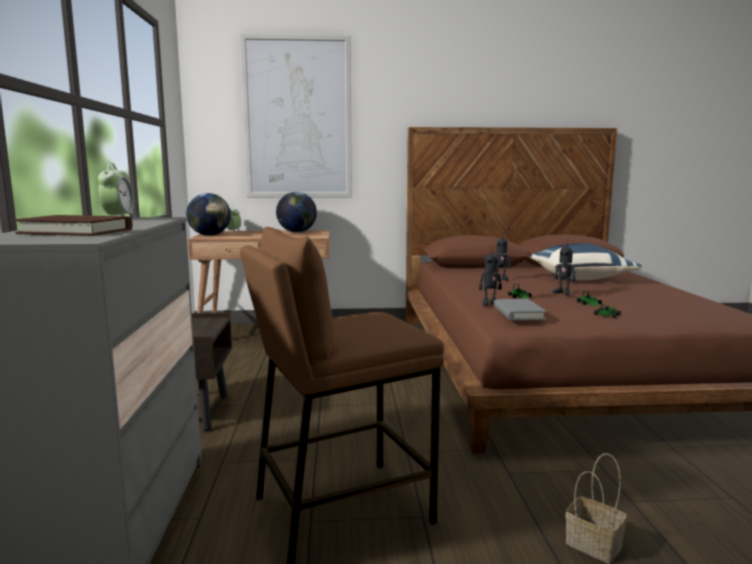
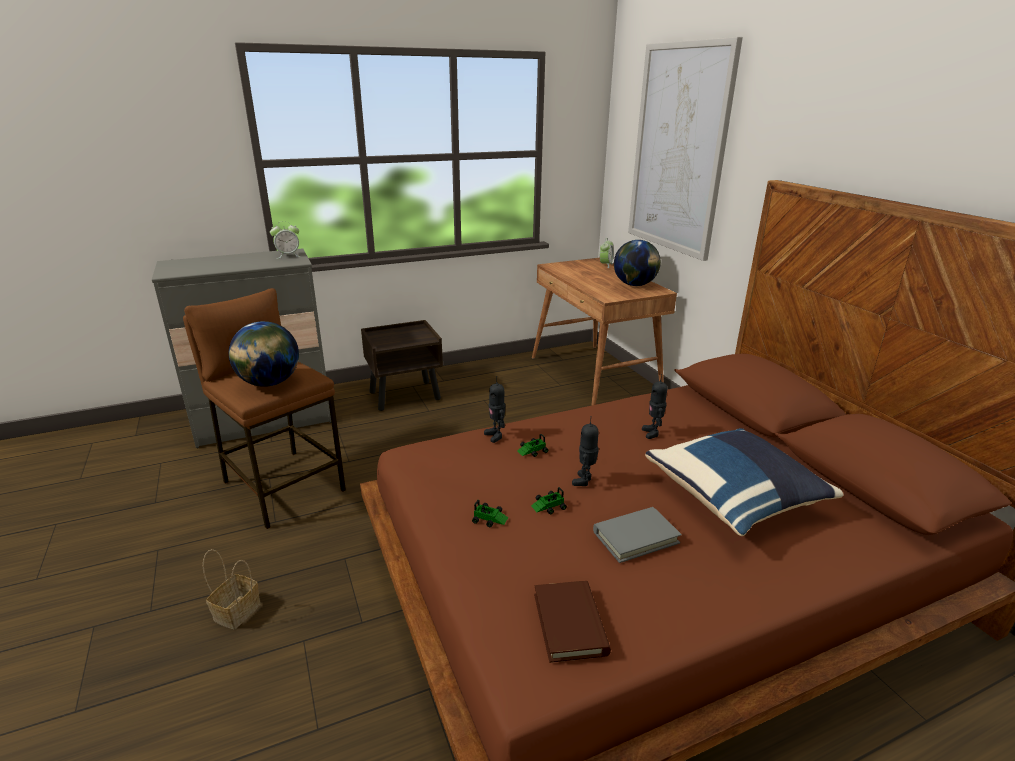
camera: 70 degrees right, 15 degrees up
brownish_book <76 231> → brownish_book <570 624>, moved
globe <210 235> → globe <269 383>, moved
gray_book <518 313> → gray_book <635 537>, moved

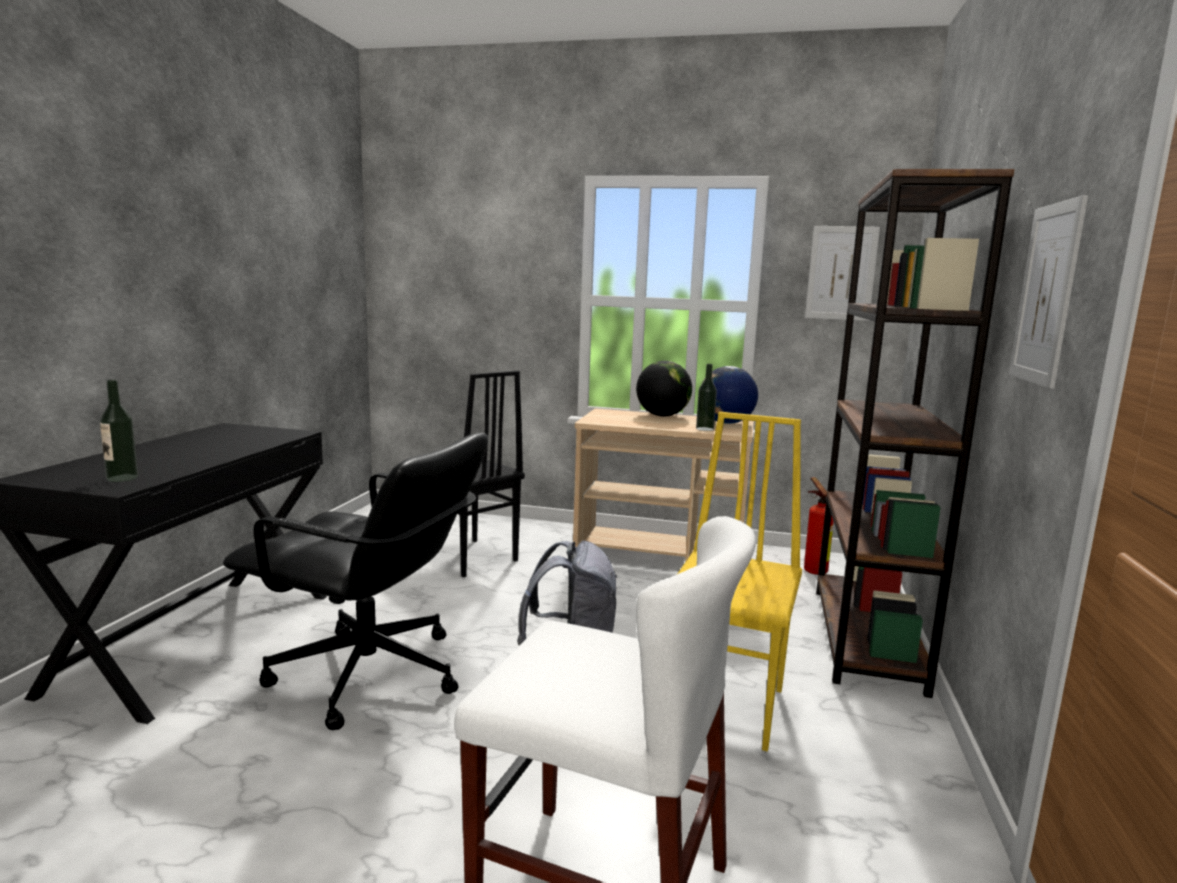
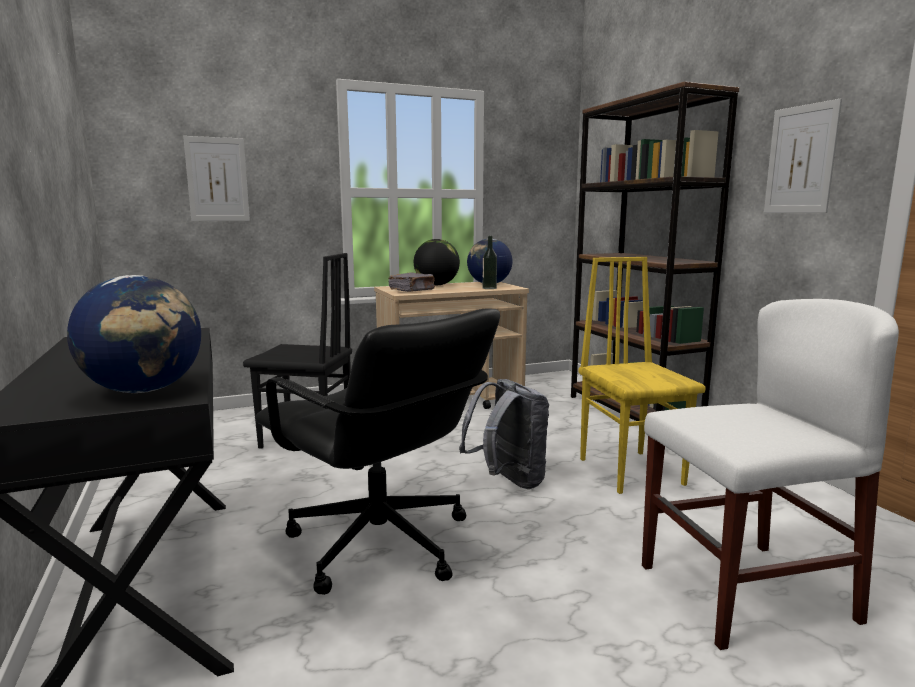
camera: 35 degrees left, 0 degrees up
beverage_bottle <122 478> → globe <144 390>
black_computer_chair <369 676> → black_computer_chair <380 545>, 60 degrees clockwise
fire_extinguisher <813 570> → -
picture <841 273> → picture <217 179>, moved
- → gray_book <412 290>

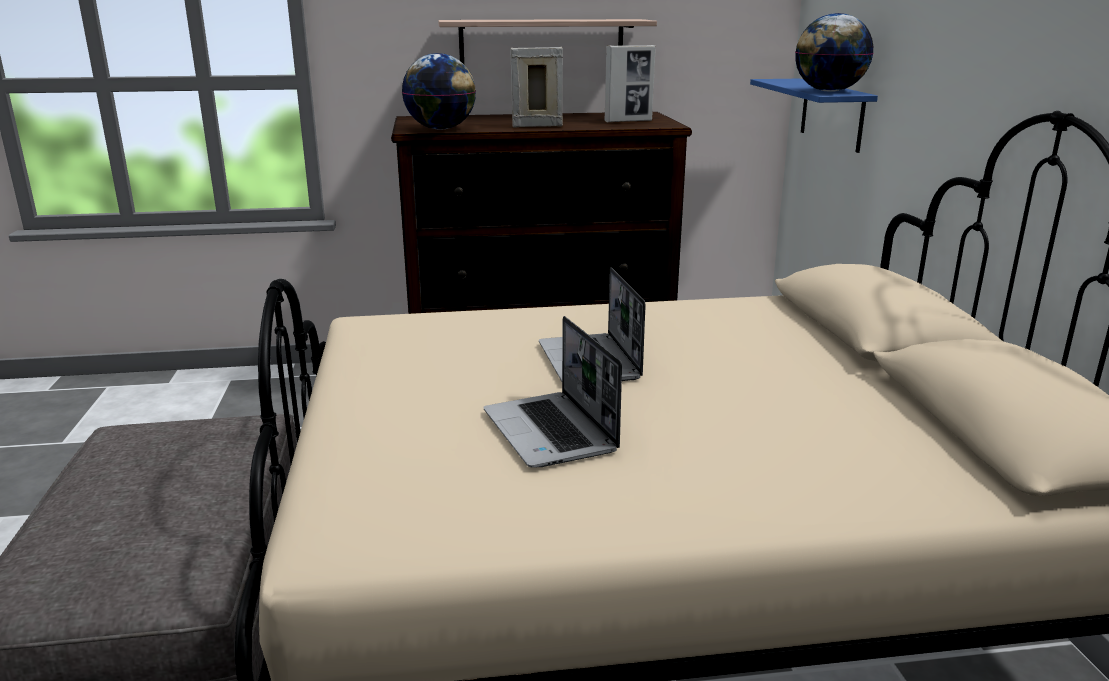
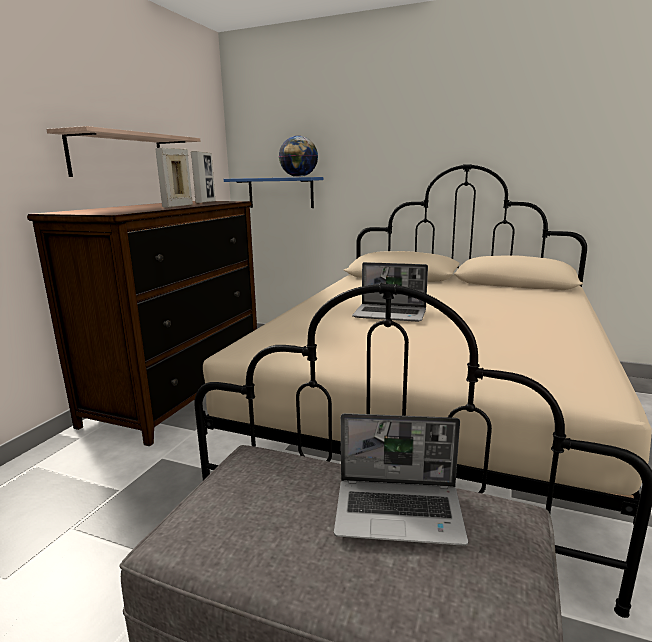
camera: 60 degrees left, 5 degrees down
globe <441 129> → -
portable_computer <551 432> → portable_computer <400 512>, moved

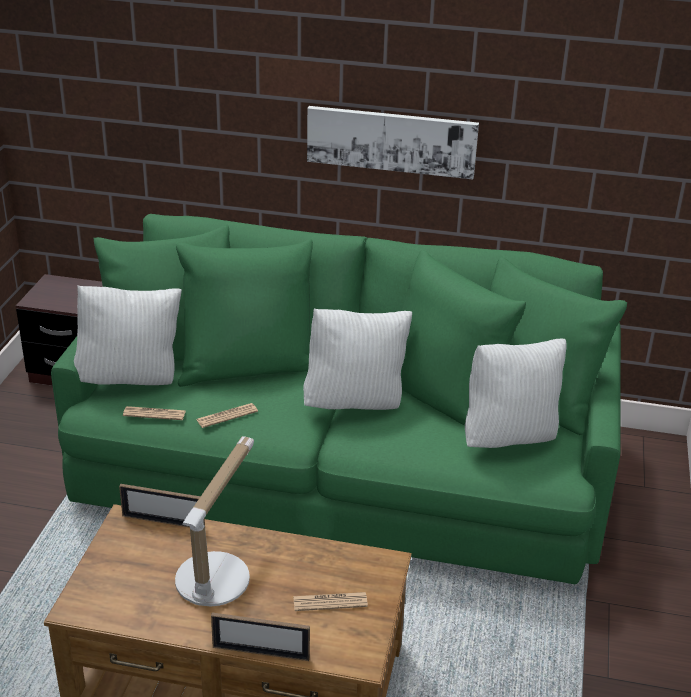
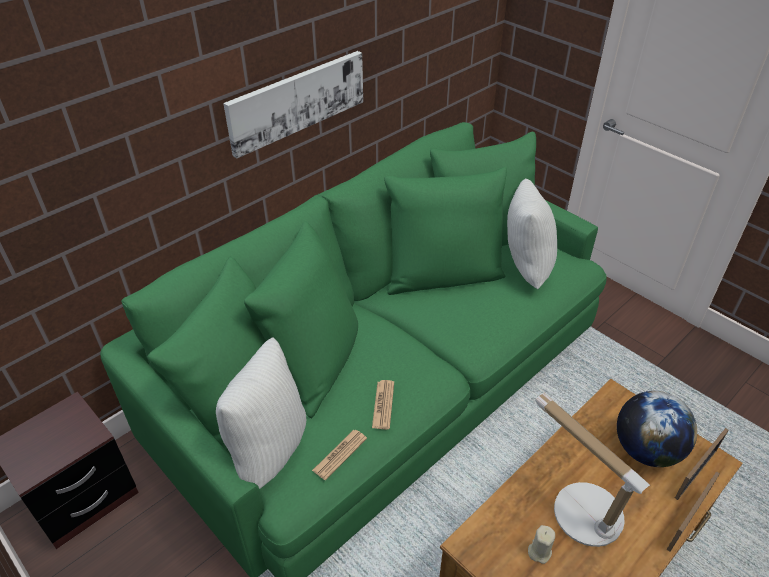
camera: 55 degrees left, 10 degrees up
picture_frame <163 522> → picture_frame <695 473>, moved
printed_paper <330 602> → globe <646 450>
white-coloured_cushion <355 402> → -
- → beige-coloured_wax_candle <539 551>

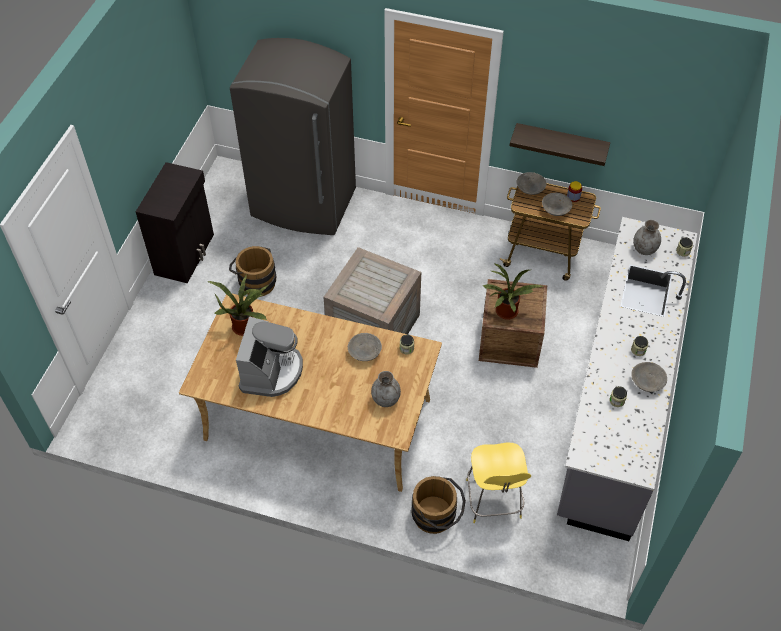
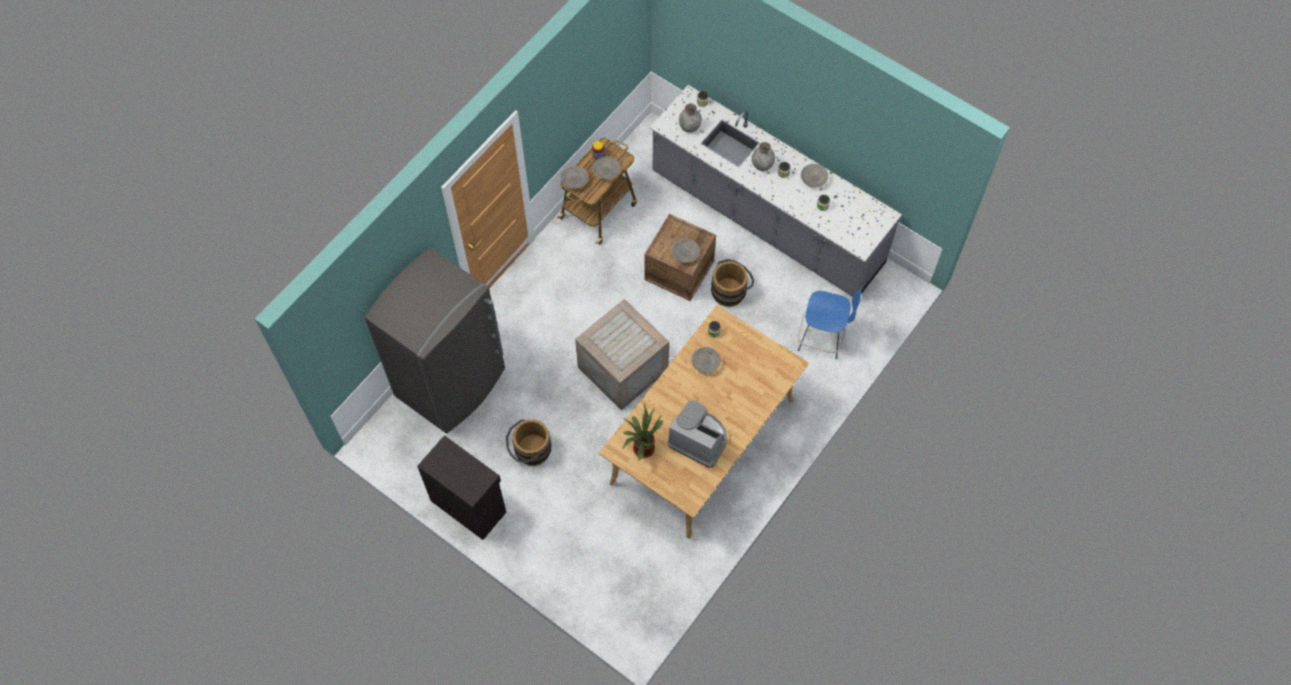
camera: 70 degrees left, 10 degrees up
gray_vase <386 399> → gray_vase <762 165>, moved
brownish_bucket <437 517> → brownish_bucket <731 290>, moved
yellow-coloured_sitting_stool <493 501> → bluish_sitting_stool <823 338>
houseplant <506 313> → gray_serving_bowl <685 254>
bracket_shelf <561 142> → -

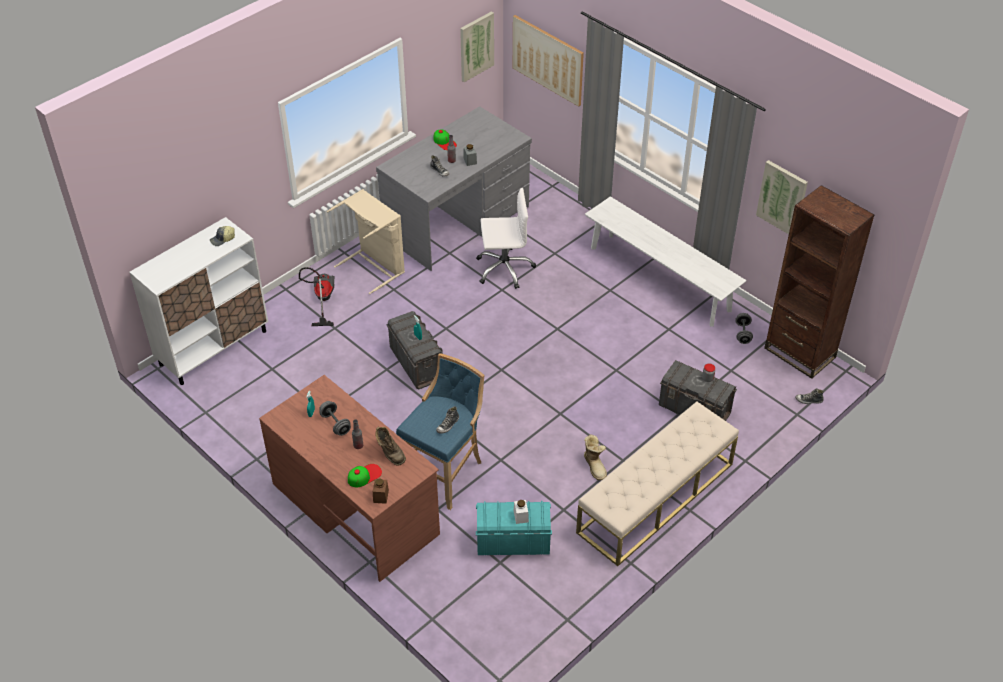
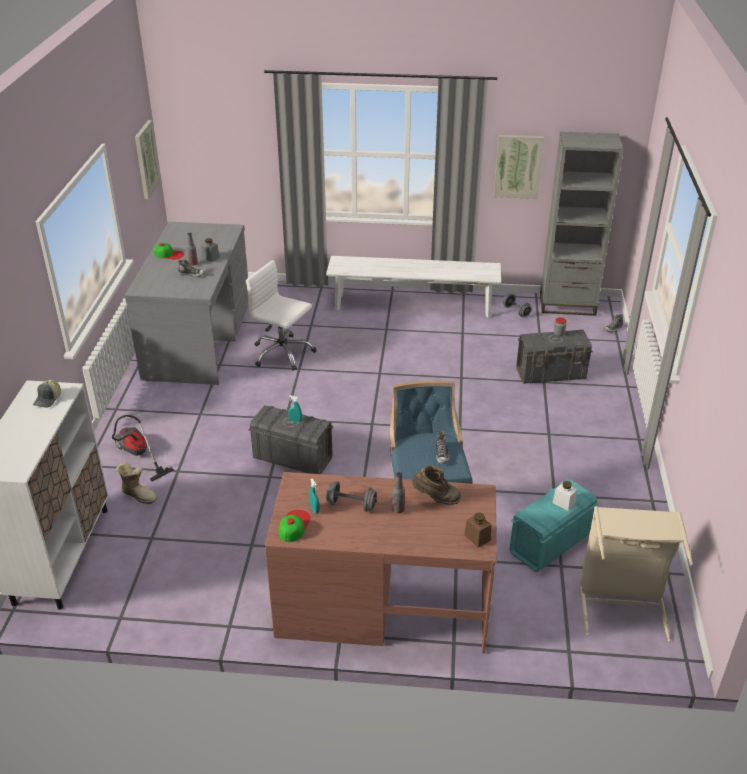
camera: 40 degrees left, 10 degrees down
beige-coloured_laundry_basket <374 266> → beige-coloured_laundry_basket <622 604>, moved
peaked_cap <364 475> → peaked_cap <294 525>, moved
white-coloured_computer_chair <504 268> → white-coloured_computer_chair <282 353>, 105 degrees counterclockwise
picture <548 60> → -
beige-coloured_indoor_bench <655 498> → -
tall_boot <595 466> → tall_boot <139 494>, moved
brownish_bookshelf <799 353> → gray_bookshelf <567 304>

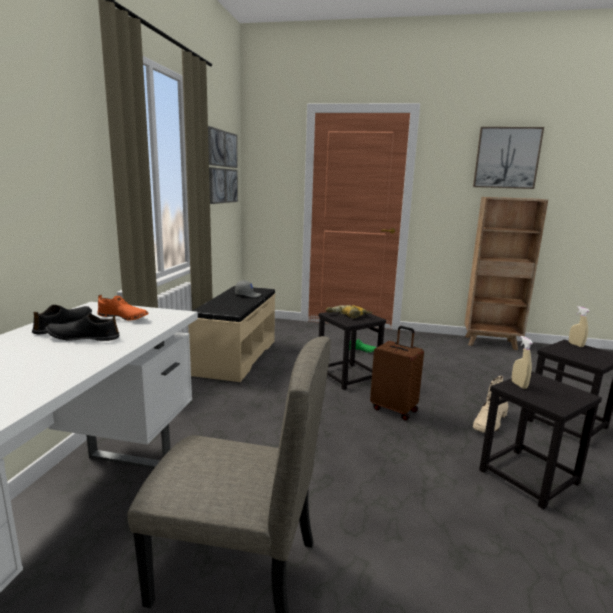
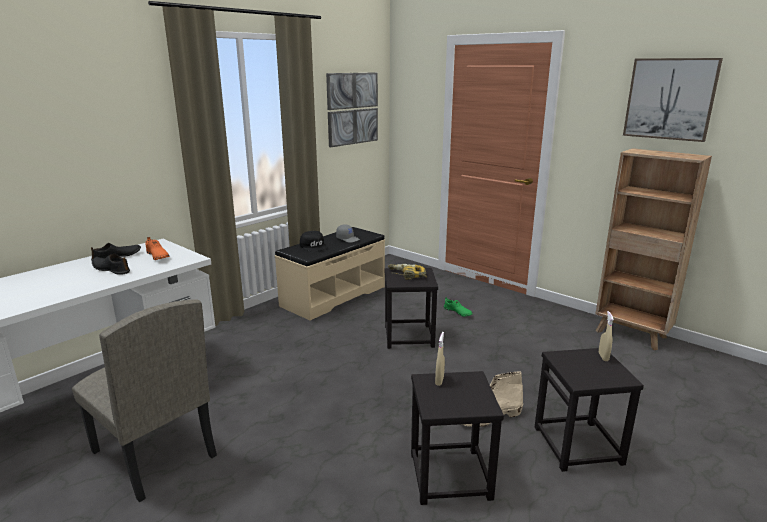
camera: 30 degrees right, 5 degrees up
brownish_travel_case <394 409> → -
- → black_peaked_cap <314 246>

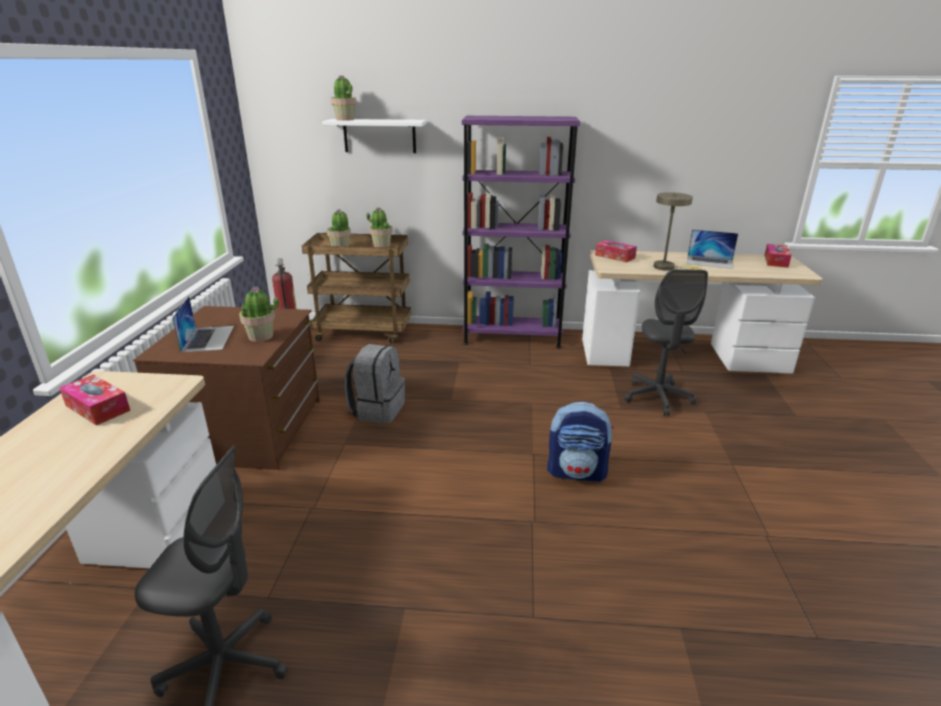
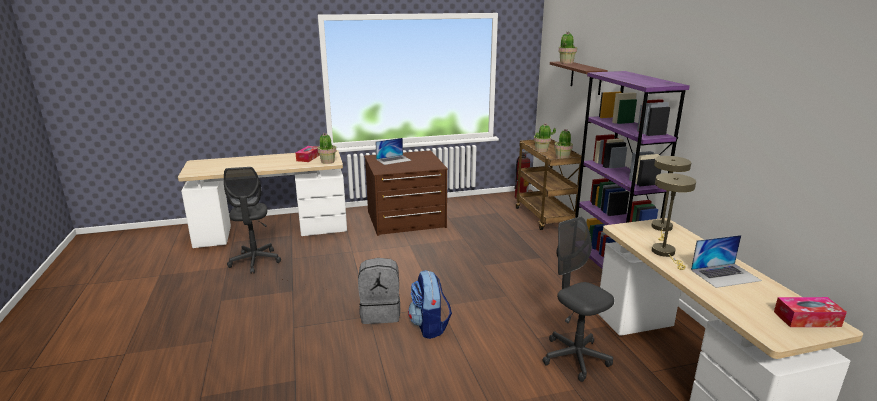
camera: 70 degrees right, 5 degrees down
houseplant <261 337> → houseplant <327 161>, moved
white-coloured_bracket_shelf <379 136> → brownish_bracket_shelf <586 77>
gray_backpack <377 410> → gray_backpack <381 313>, moved
box_of_tissues <615 256> → beige-coloured_lamp_for_a_table <662 228>
gray_computer_chair <658 397> → gray_computer_chair <575 358>, 75 degrees clockwise
portable_computer <709 262> → portable_computer <725 275>, 105 degrees counterclockwise

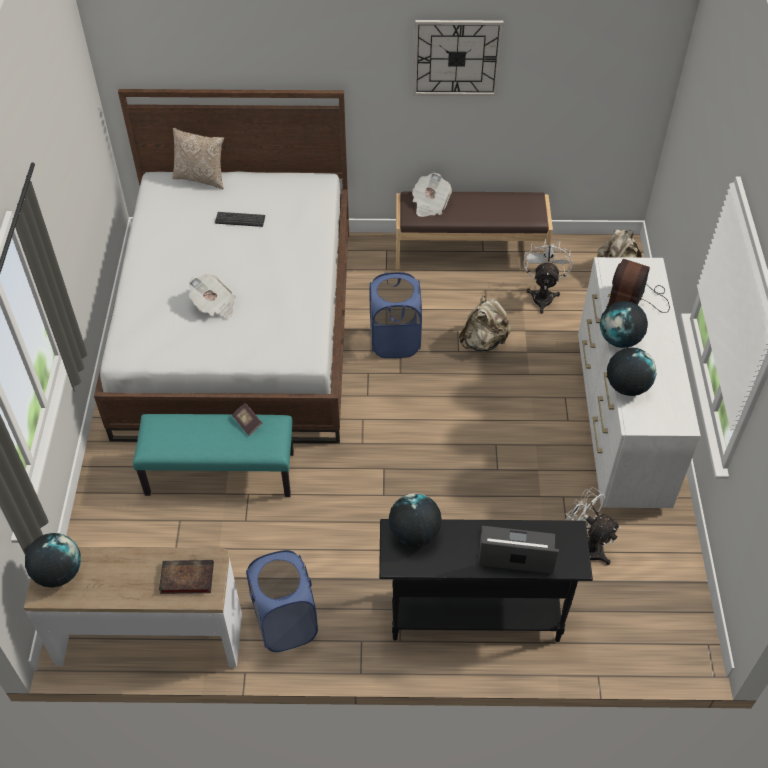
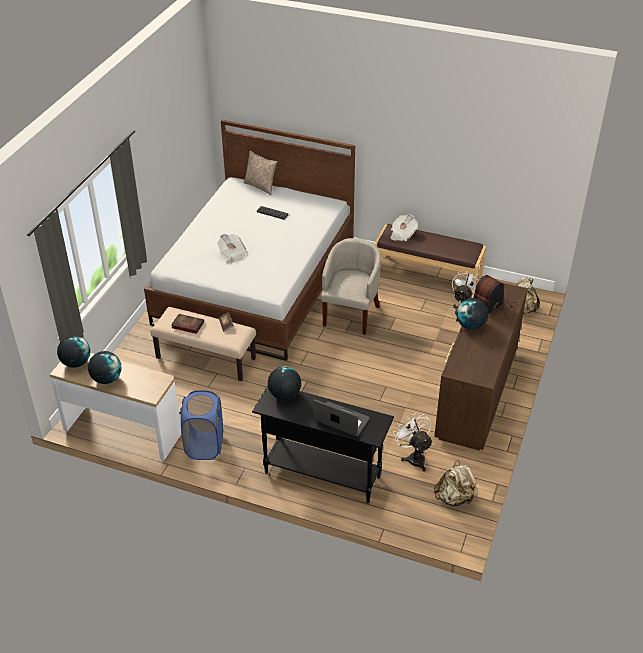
camera: 20 degrees right, 10 degrees down
turquoise-coloured_indoor_bench <221 473> → beige-coloured_indoor_bench <206 358>
book <185 579> → book <187 325>, moved
bluish_laundry_basket <395 341> → beige-coloured_easy_chair <351 314>
hanging_clock <456 57> → -
beige-coloured_backpack <483 341> → beige-coloured_backpack <455 498>, moved
white-coloured_dresser <620 423> → brownish_dresser <476 396>
globe <627 386> → globe <107 379>, moved

